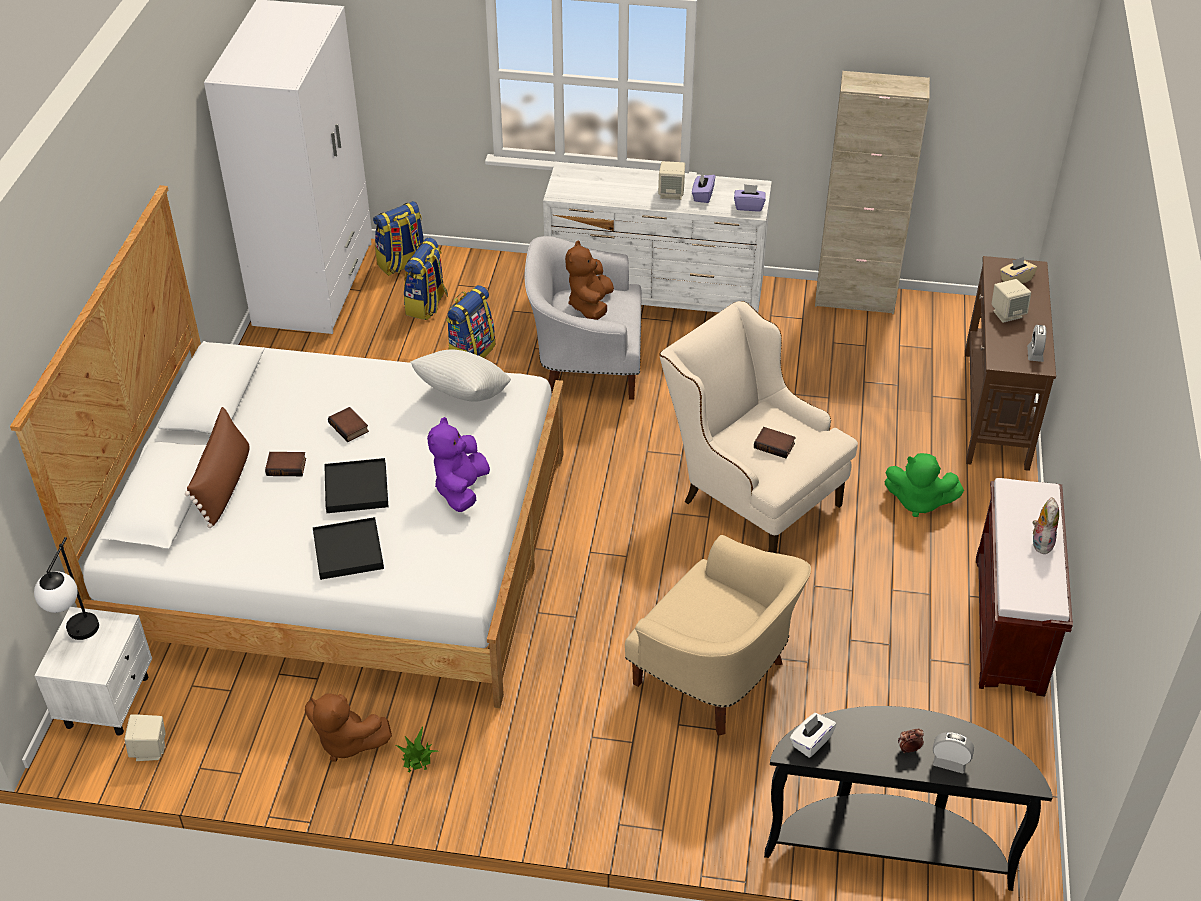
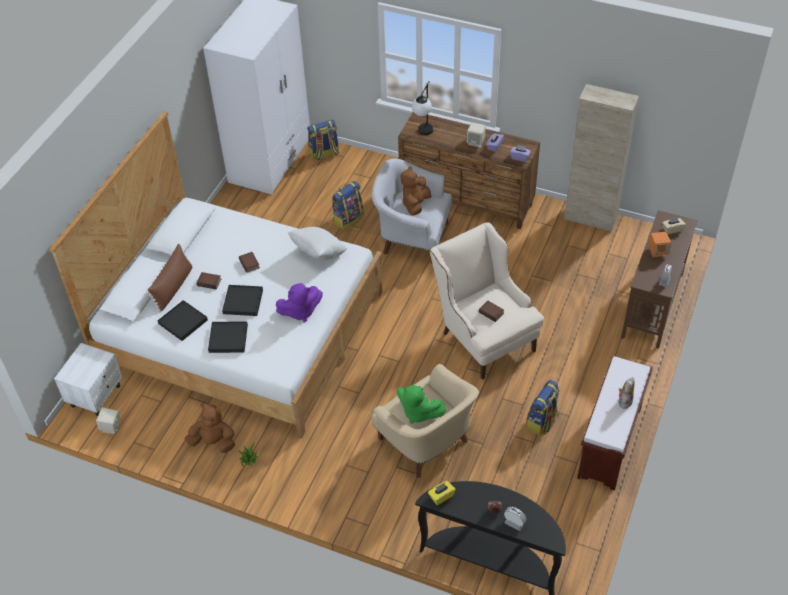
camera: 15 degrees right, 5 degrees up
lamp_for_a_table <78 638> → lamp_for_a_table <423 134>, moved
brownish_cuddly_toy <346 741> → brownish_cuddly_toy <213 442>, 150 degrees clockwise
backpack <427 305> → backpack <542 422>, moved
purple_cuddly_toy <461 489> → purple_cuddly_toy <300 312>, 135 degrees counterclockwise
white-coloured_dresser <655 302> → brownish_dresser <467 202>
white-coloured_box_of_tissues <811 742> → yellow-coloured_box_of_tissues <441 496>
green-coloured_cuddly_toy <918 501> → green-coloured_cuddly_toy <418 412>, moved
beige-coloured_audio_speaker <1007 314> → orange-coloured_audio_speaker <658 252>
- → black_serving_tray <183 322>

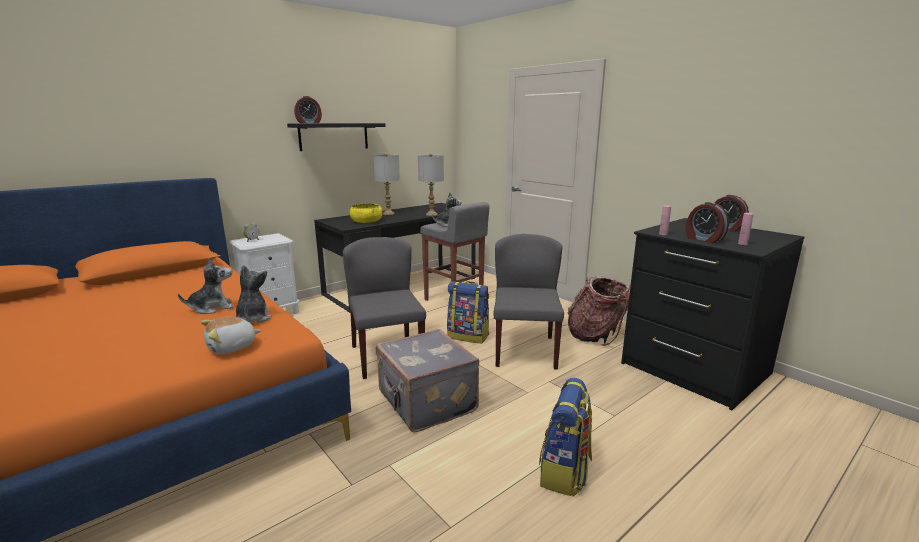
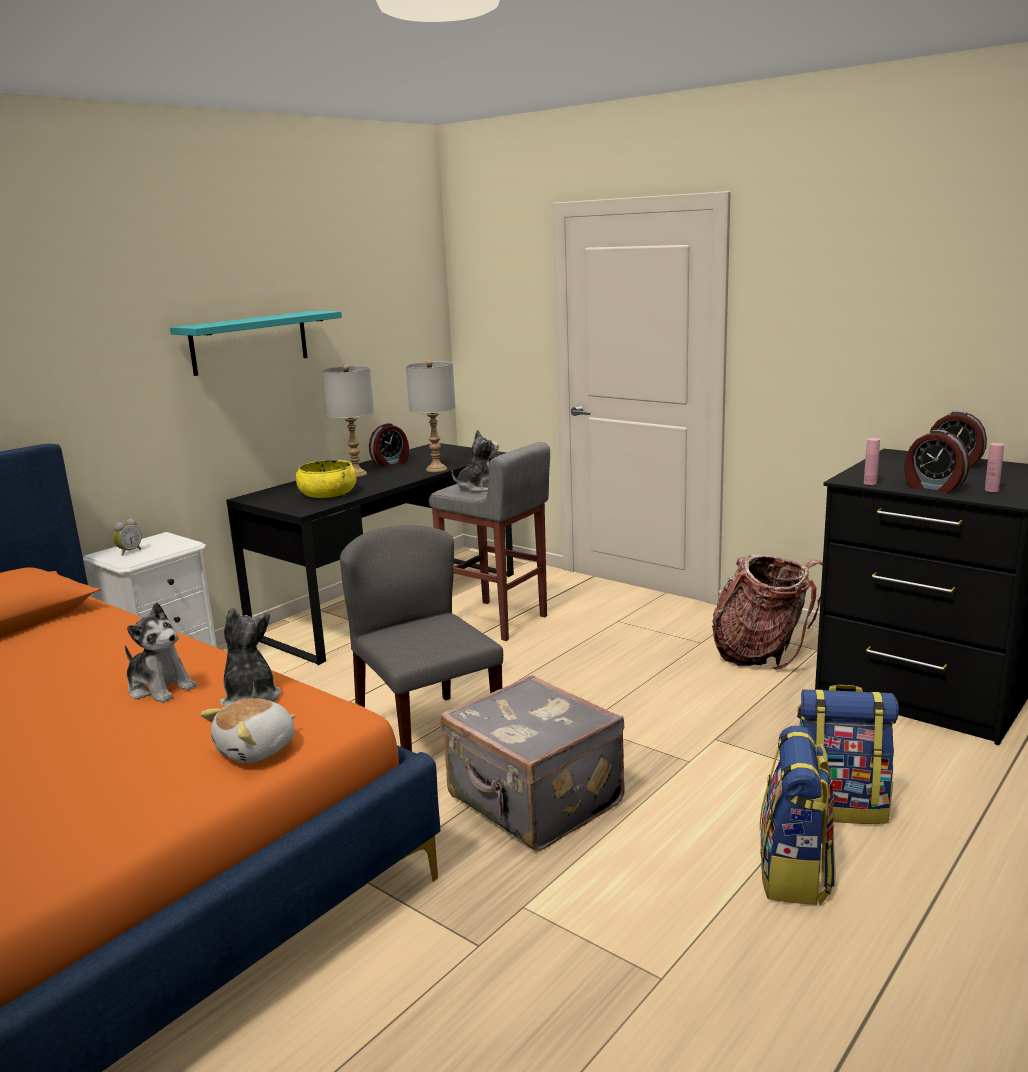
camera: 10 degrees left, 0 degrees up
cuddly_toy <212 308> → cuddly_toy <160 688>, 75 degrees clockwise
black_bracket_shelf <334 136> → turquoise-coloured_bracket_shelf <250 342>
table_clock <309 123> → table_clock <391 462>, moved
backpack <468 336> → backpack <840 806>, moved
gray_chair <524 350> → -

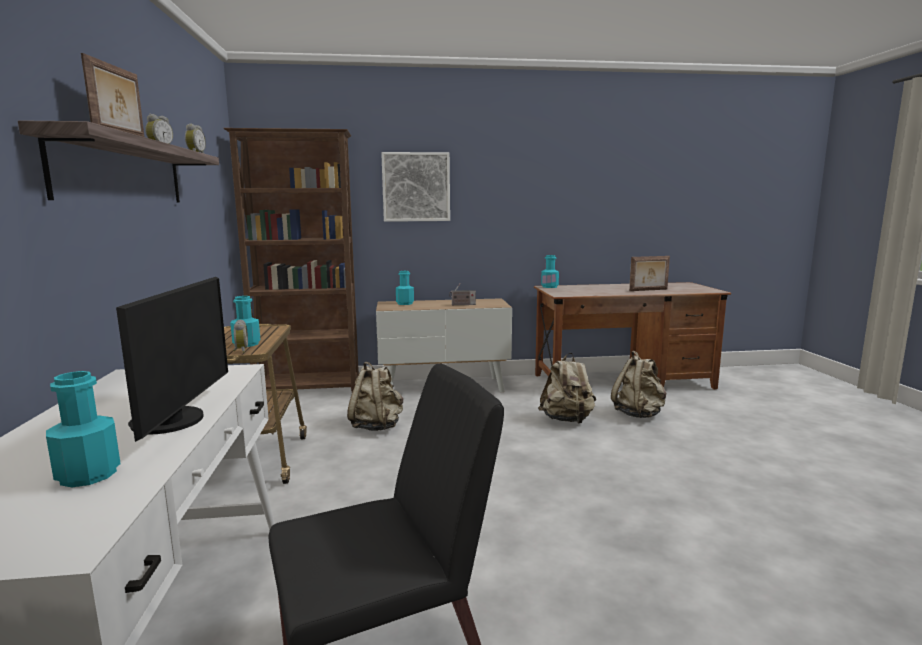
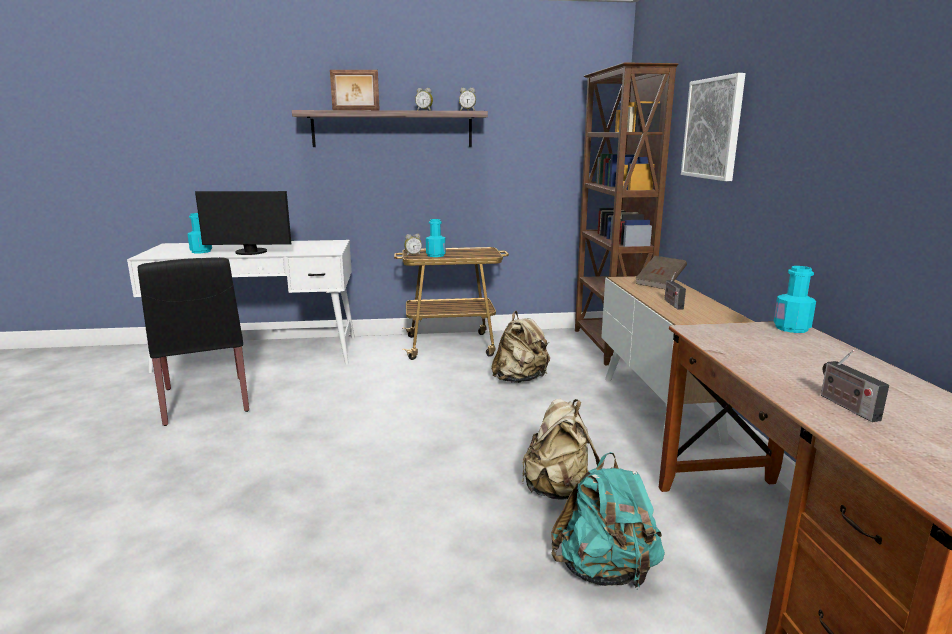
camera: 90 degrees right, 5 degrees up
turquoise-coloured_beverage_bottle <405 303> → brownish_book <660 283>
beige-coloured_backpack <638 414> → turquoise-coloured_backpack <605 571>
picture_frame <648 290> → radio_receiver <845 406>

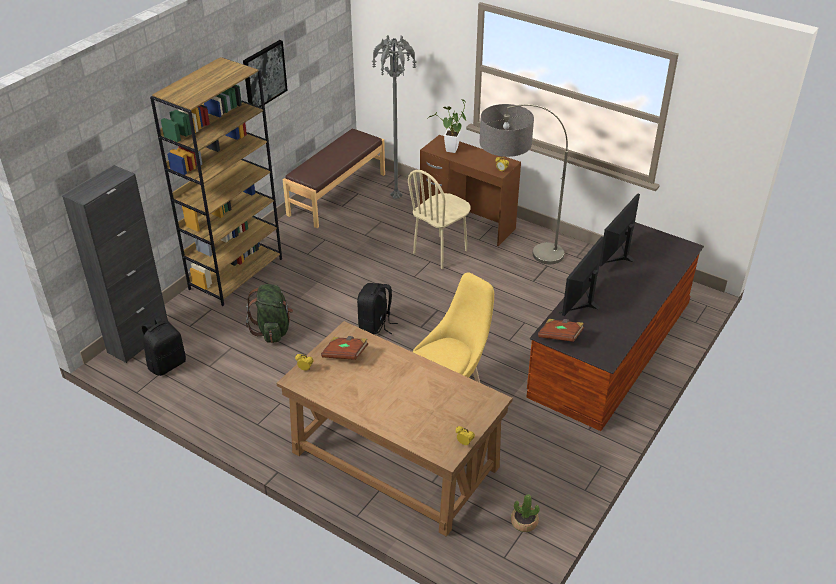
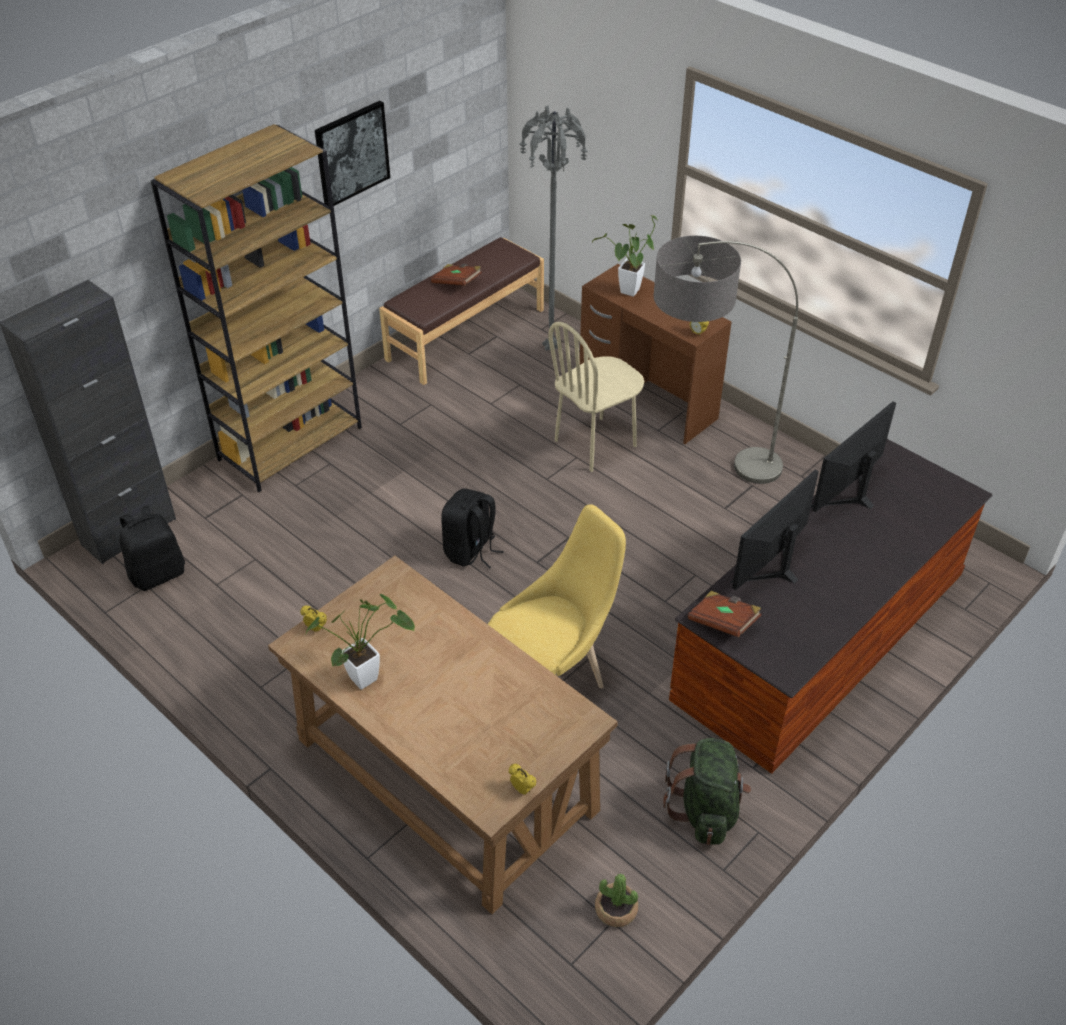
camera: 10 degrees right, 5 degrees up
green-coloured_backpack <273 330> → green-coloured_backpack <706 809>, moved
brownish_book <345 354> → brownish_book <457 283>, moved
- → houseplant <369 676>

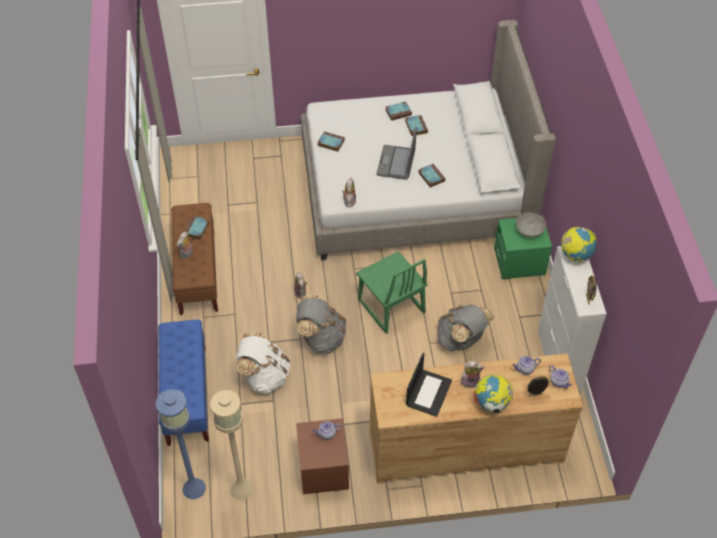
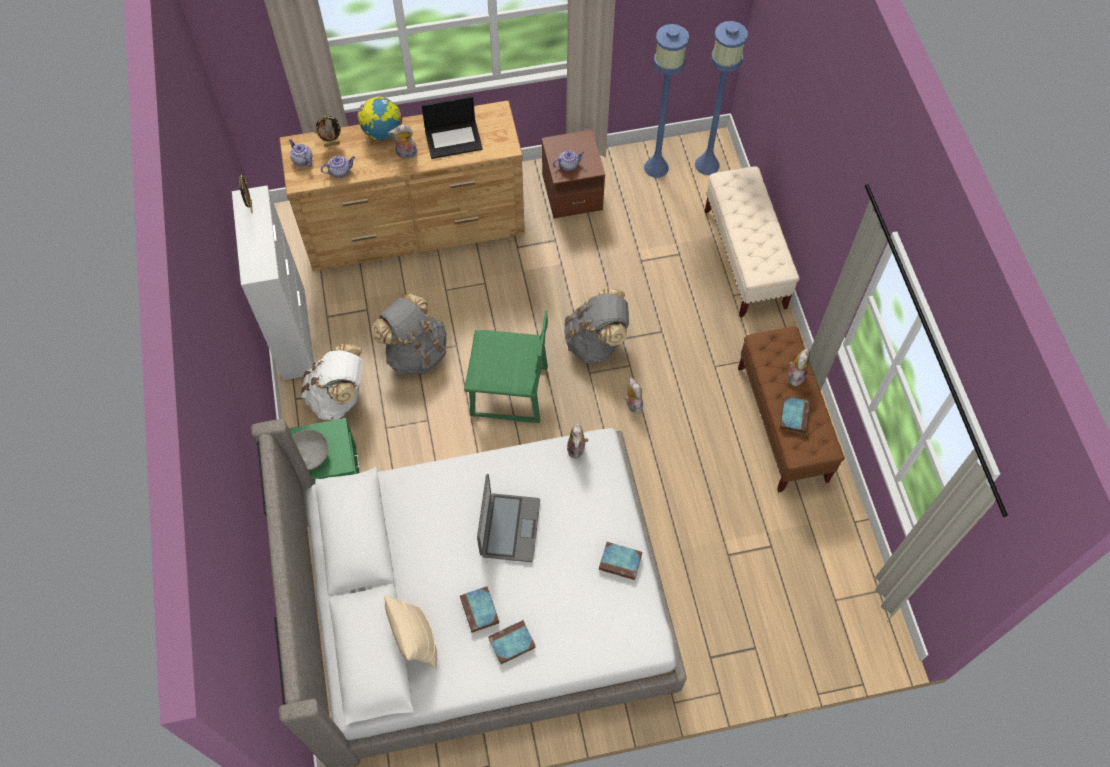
camera: 175 degrees right, 10 degrees up
bluish_indoor_bench <187 395> → beige-coloured_indoor_bench <744 259>
beige-coloured_standard_lamp <242 489> → bluish_standard_lamp <656 168>
white-coloured_backpack <264 376> → white-coloured_backpack <339 397>, moved
green-coloured_chair <390 307> → green-coloured_chair <509 392>, 135 degrees clockwise
portable_computer <428 392> → portable_computer <454 139>, 120 degrees counterclockwise
book <431 176> → -
globe <575 255> → -
- → beige-coloured_cushion <416 639>

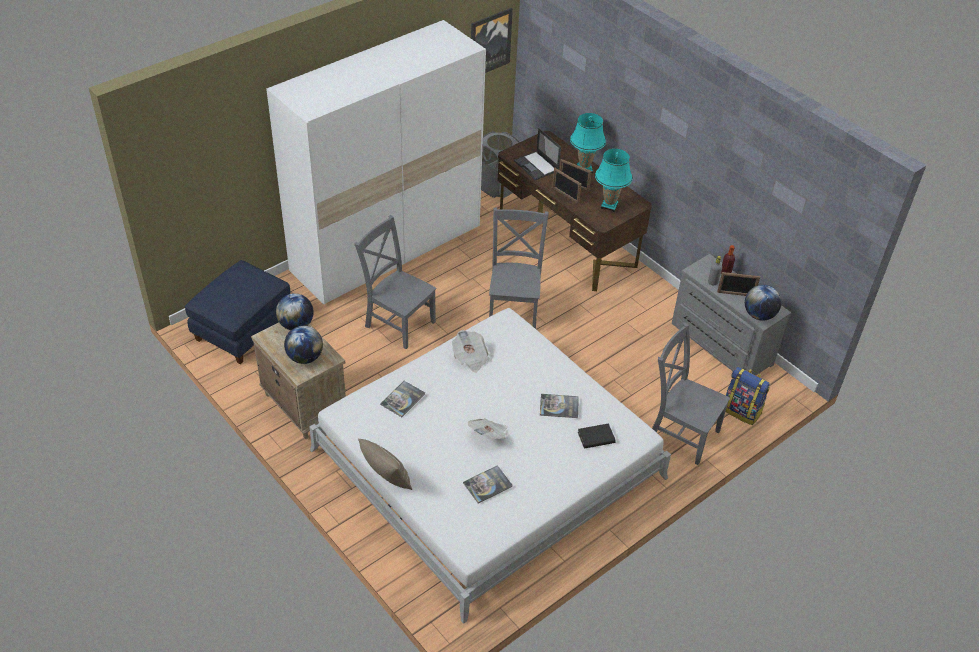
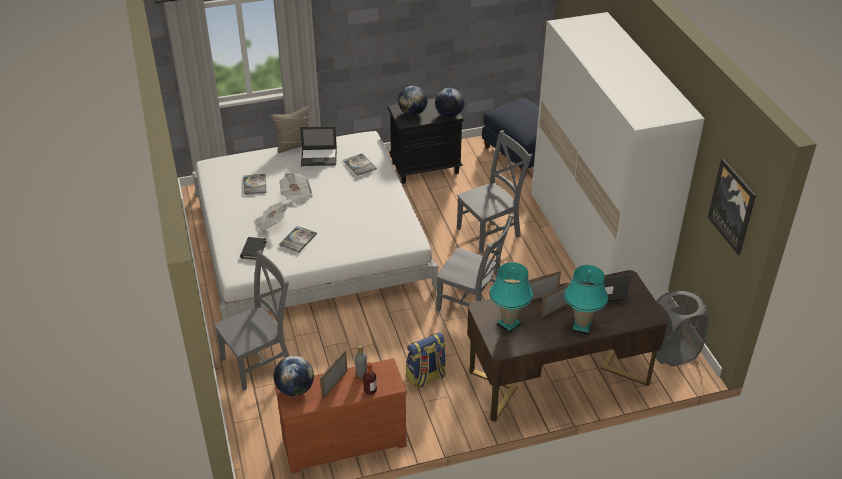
camera: 115 degrees right, 5 degrees down
beige-coloured_night_table <304 405> → black_night_table <426 167>
printed_paper <470 358> → printed_paper <271 223>, moved
gray_dresser <720 345> → brownish_dresser <343 440>
backpack <742 411> → backpack <426 377>, moved
- → portable_computer <319 157>

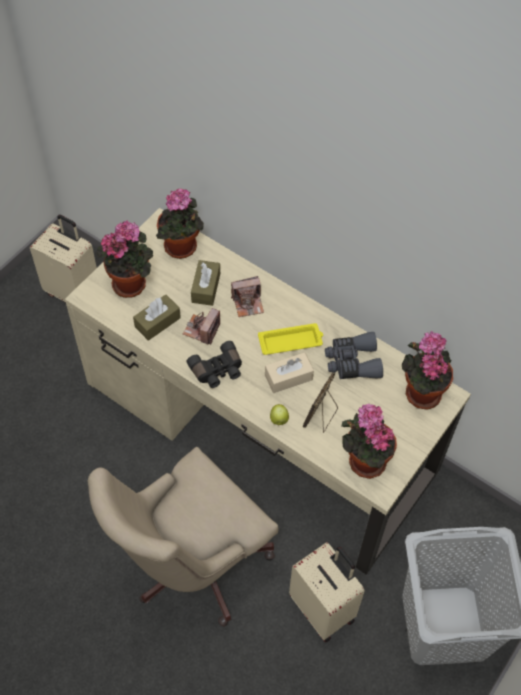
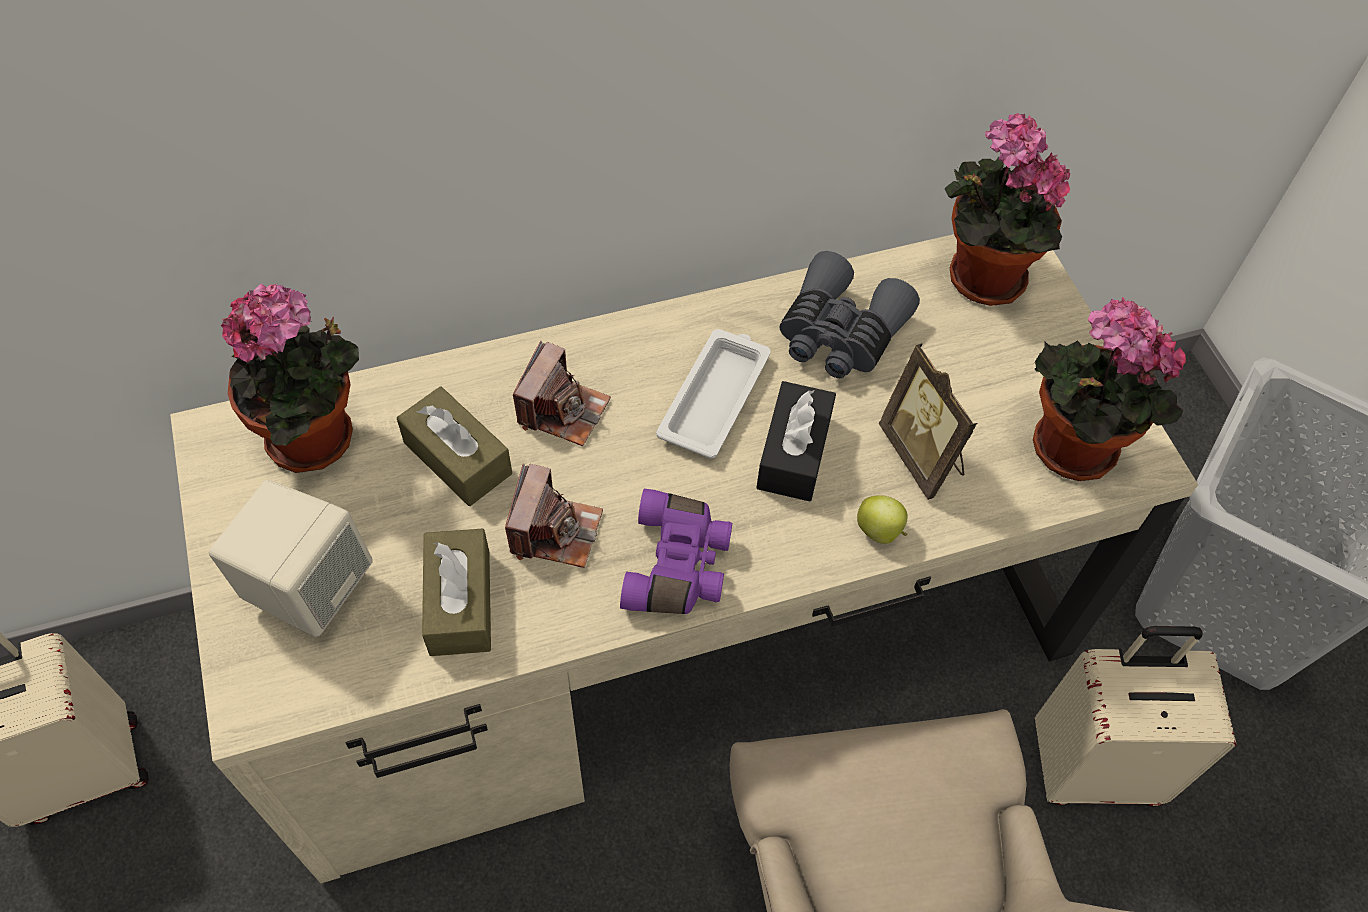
camera: 55 degrees left, 0 degrees up
houseplant <131 283> → beige-coloured_audio_speaker <309 588>
photo_camera <202 330> → photo_camera <555 531>, 135 degrees counterclockwise
black_pair_of_binoculars <217 371> → purple_pair_of_binoculars <679 565>
yellow-coloured_serving_tray <291 341> → white-coloured_serving_tray <715 397>
beige-coloured_box_of_tissues <288 377> → black_box_of_tissues <794 453>

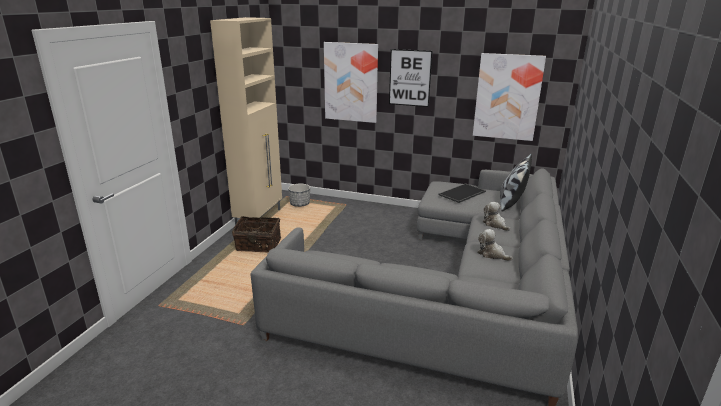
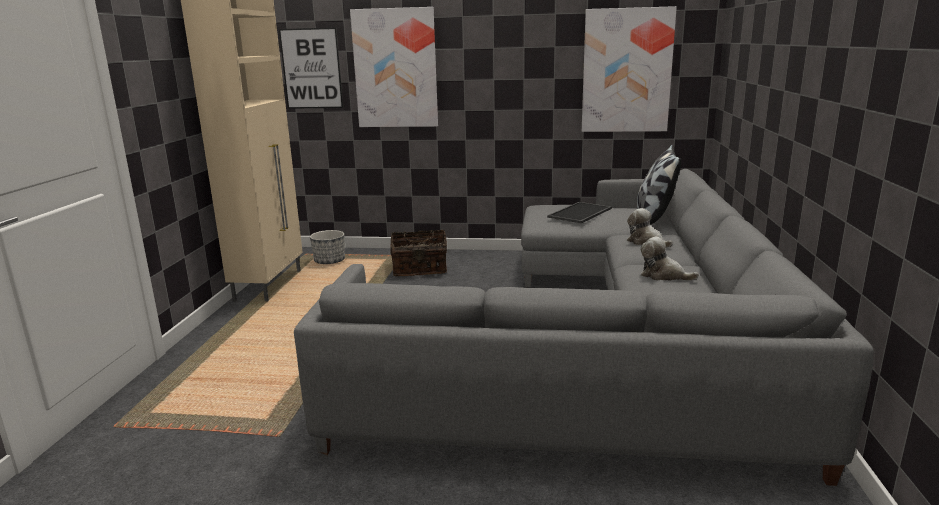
camera: 10 degrees left, 5 degrees down
basket <258 245> → basket <419 269>, moved
picture <410 78> → picture <311 68>, moved

